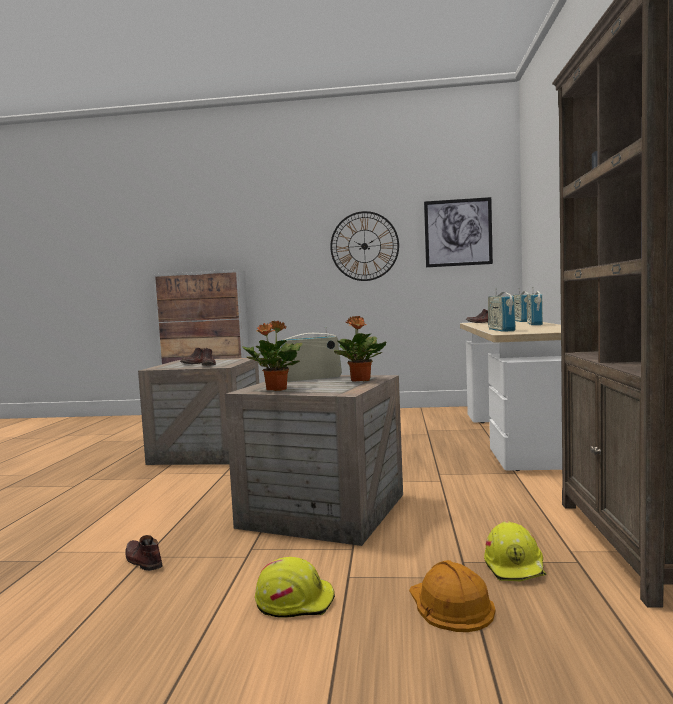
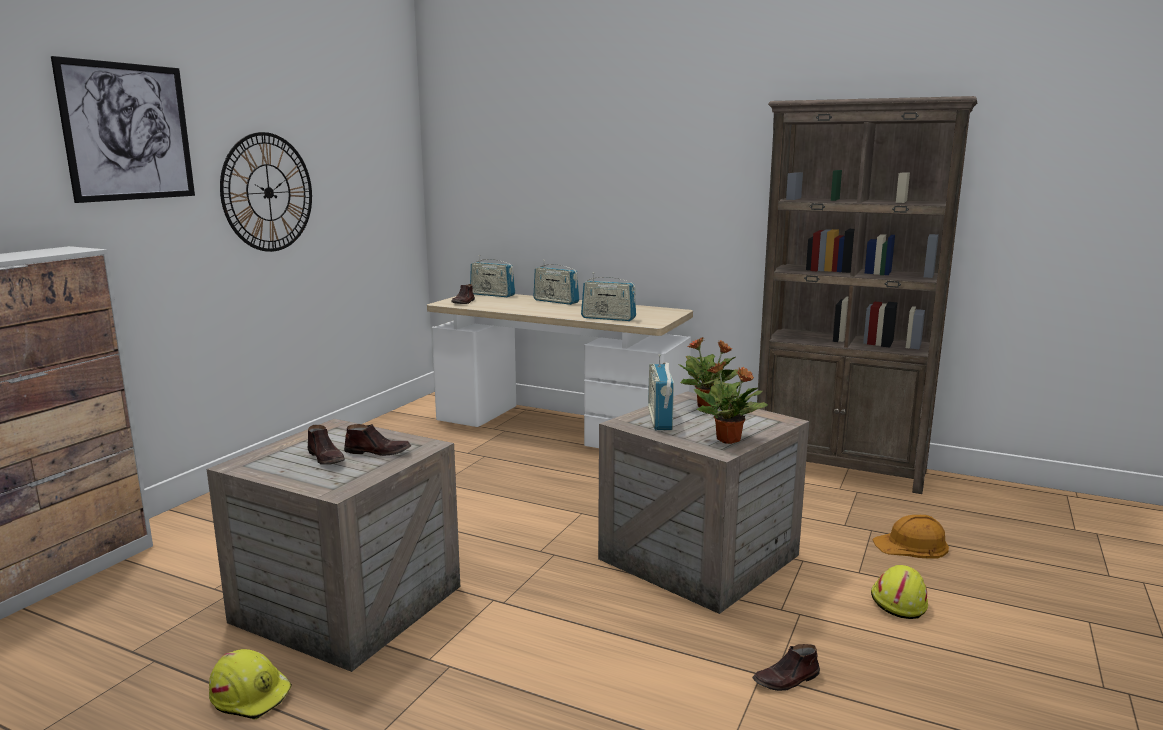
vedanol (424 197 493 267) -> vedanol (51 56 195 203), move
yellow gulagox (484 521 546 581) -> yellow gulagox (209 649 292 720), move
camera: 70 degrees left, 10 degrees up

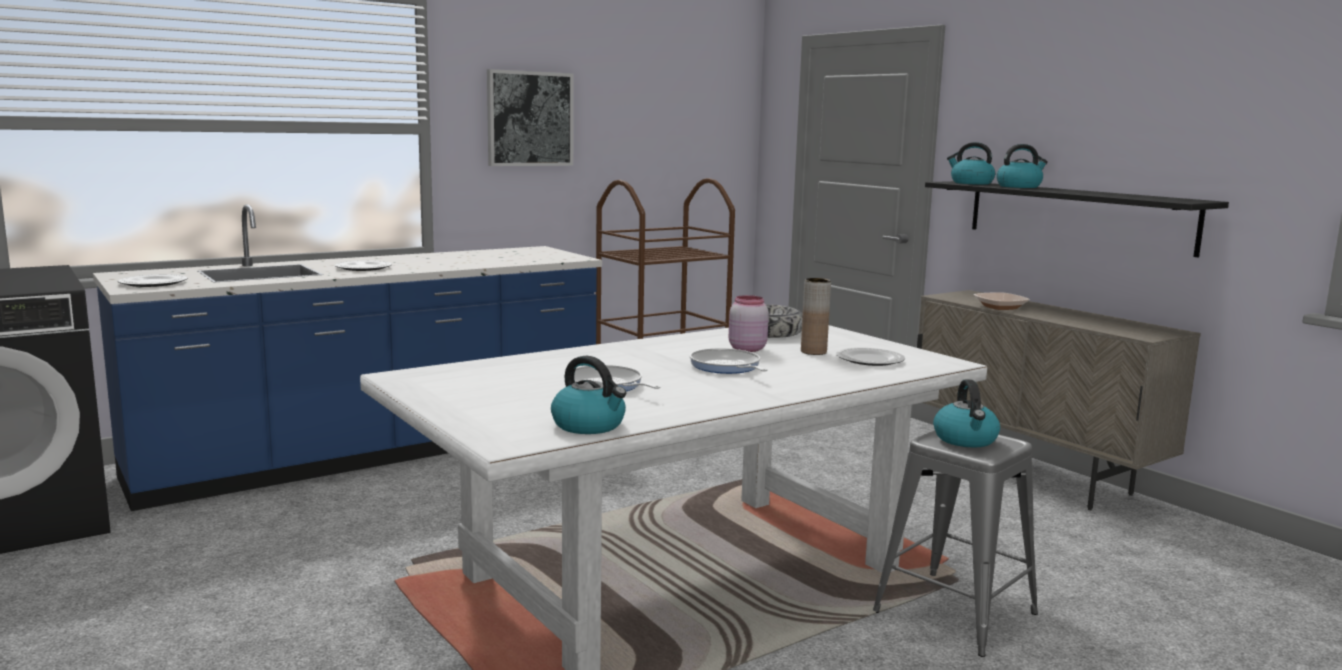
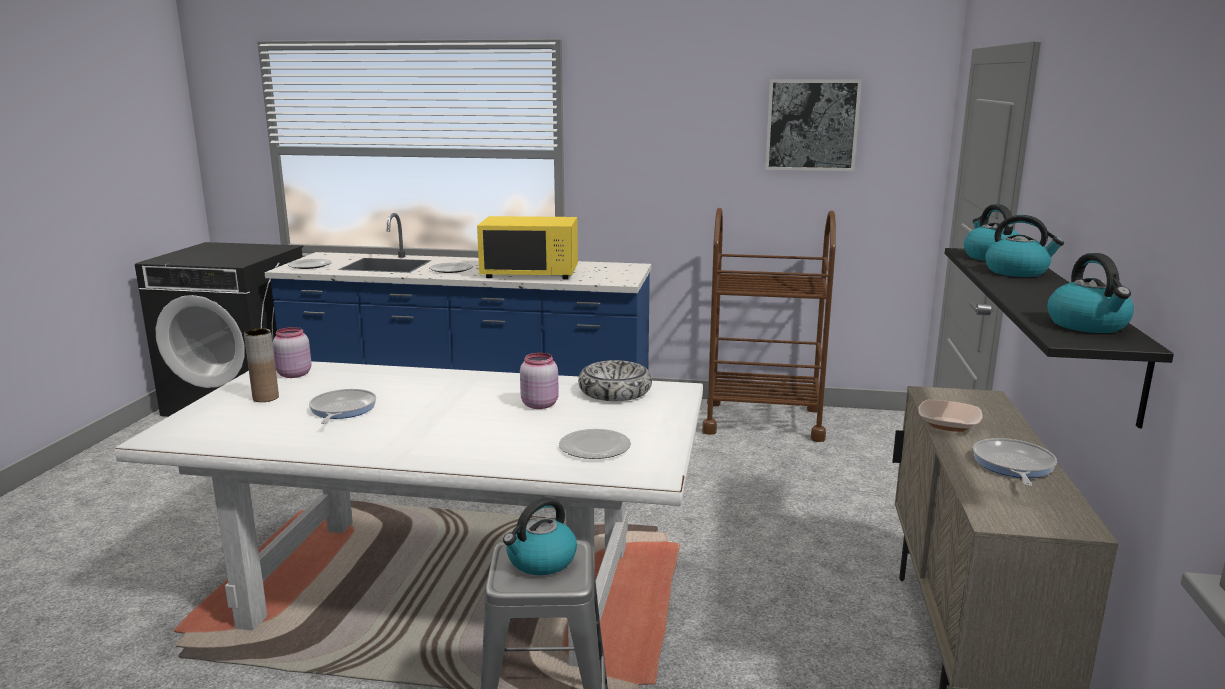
vedanol (487 69 574 166) -> vedanol (765 79 862 171), move
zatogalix (551 356 626 434) -> zatogalix (1047 253 1134 333), move
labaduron (690 348 768 374) -> labaduron (973 438 1057 486), move
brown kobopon (801 278 831 355) -> brown kobopon (244 328 279 402), move
none -> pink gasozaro (273 327 312 378)
none -> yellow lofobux (477 216 578 279)
camera: 45 degrees right, 5 degrees up

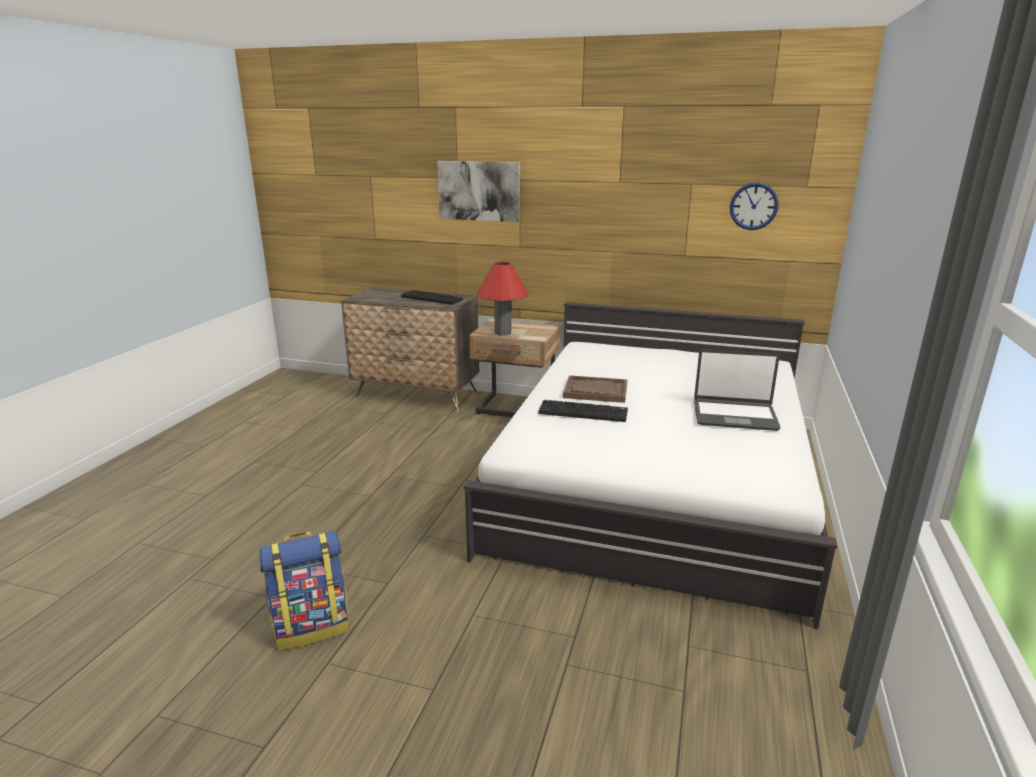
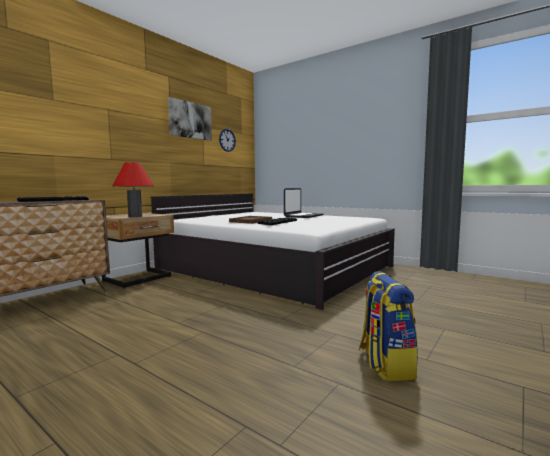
vedanol (437 161 520 222) -> vedanol (168 97 212 141), move
camera: 70 degrees left, 15 degrees down

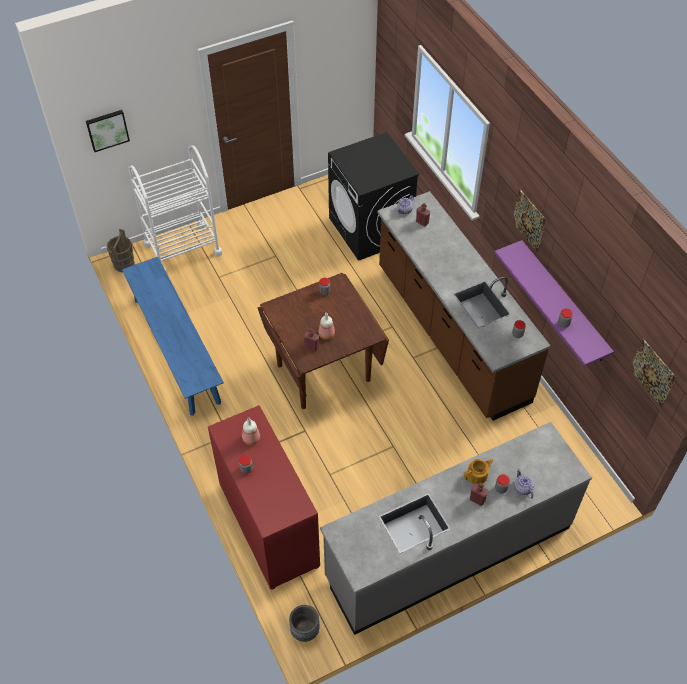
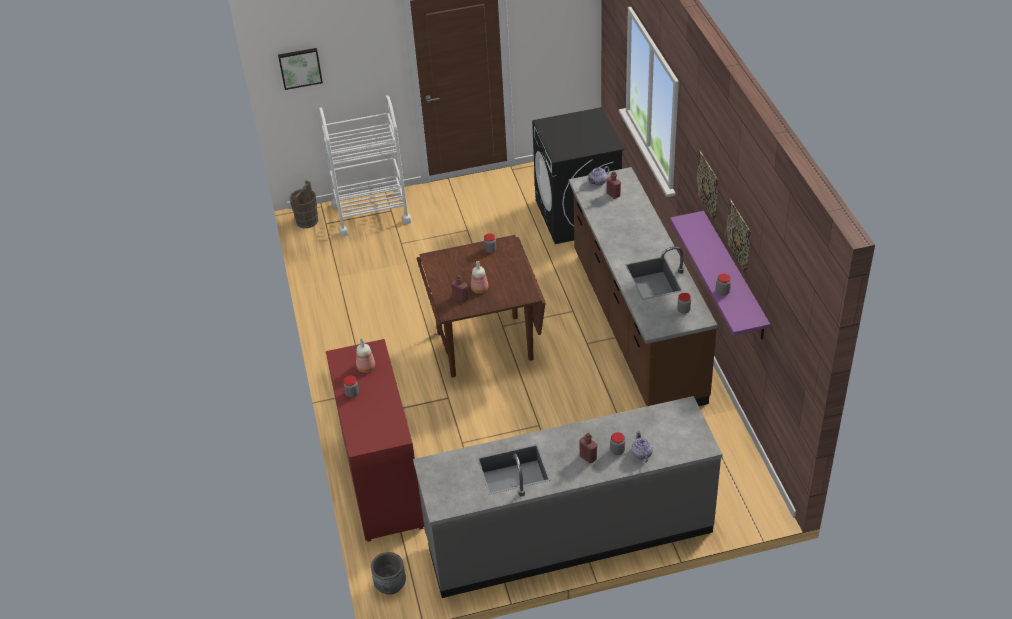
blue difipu (122 257 224 416) -> none
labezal (464 459 493 484) -> none
vedanol (630 339 676 407) -> vedanol (726 199 751 274), move
camera: 15 degrees right, 10 degrees down

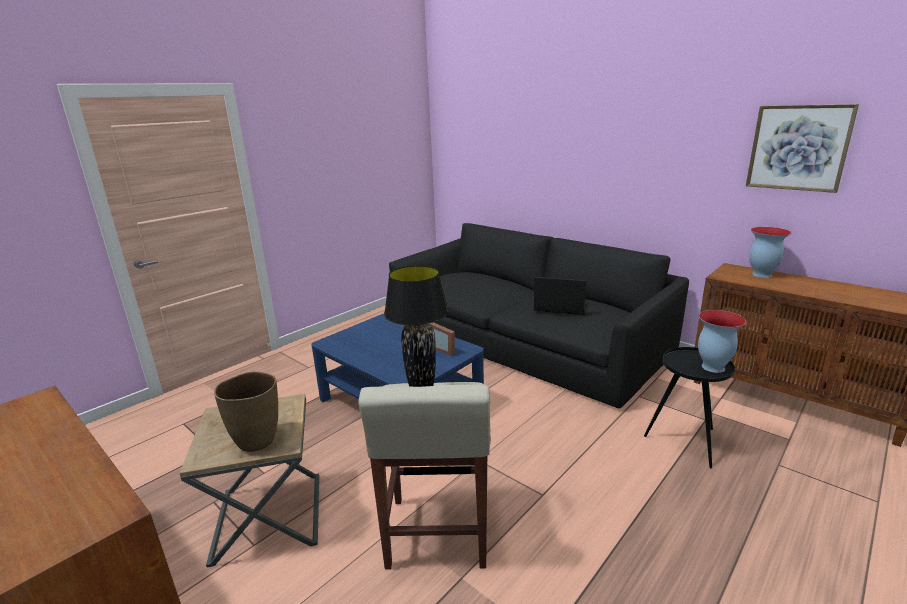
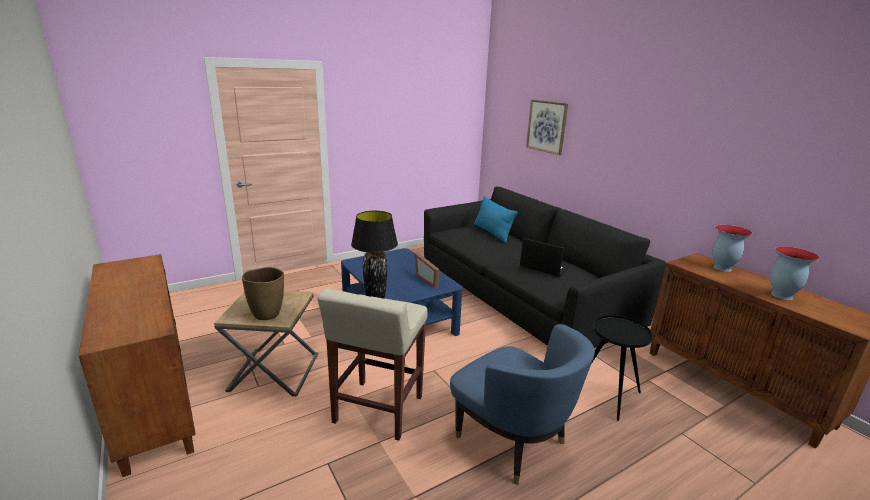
kobopon (698 310 746 373) -> kobopon (770 246 820 300), move
vedanol (746 104 859 193) -> vedanol (526 100 568 155), move
none -> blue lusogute (450 324 595 485)
none -> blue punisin (474 196 518 243)
camera: 15 degrees right, 0 degrees up

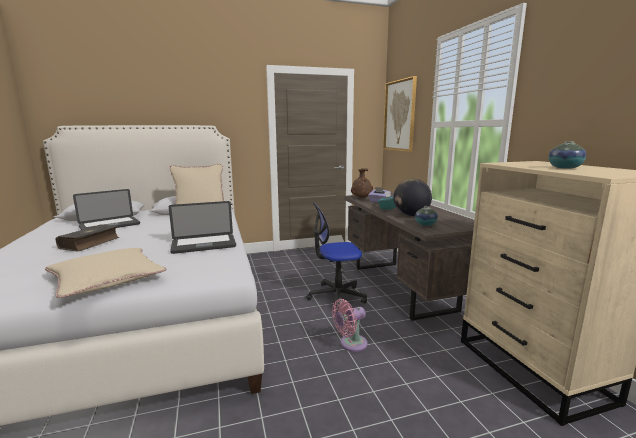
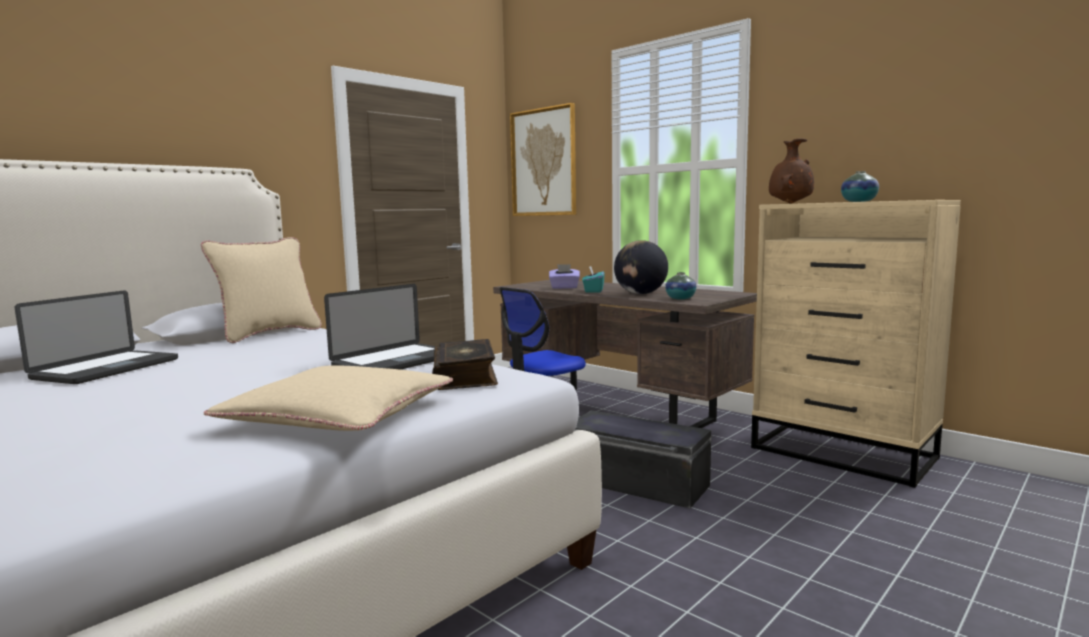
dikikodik (56 224 119 251) -> dikikodik (432 339 498 390), move
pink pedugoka (332 299 368 352) -> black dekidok (574 411 711 509)
brown kobopon (351 168 373 198) -> brown kobopon (769 138 814 204), move
camera: 30 degrees left, 5 degrees down

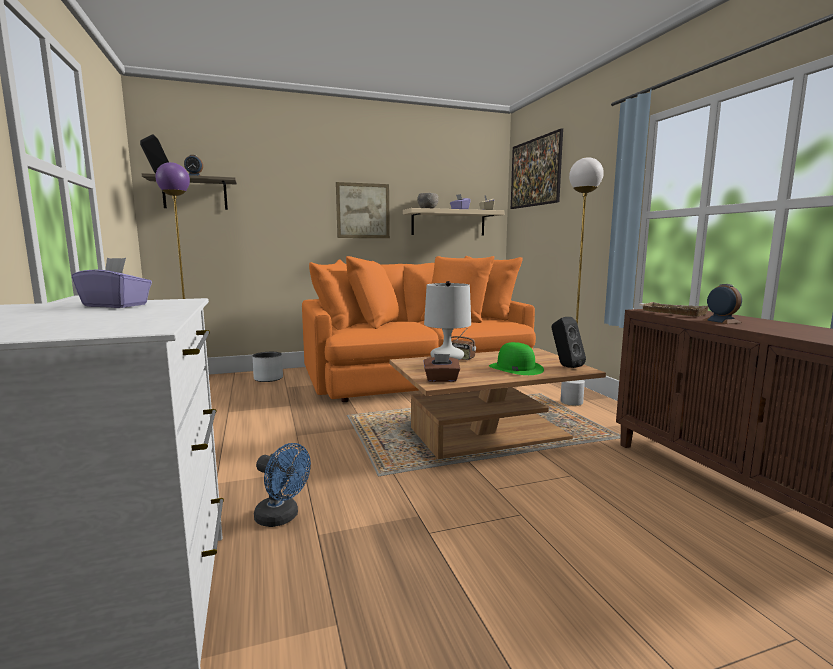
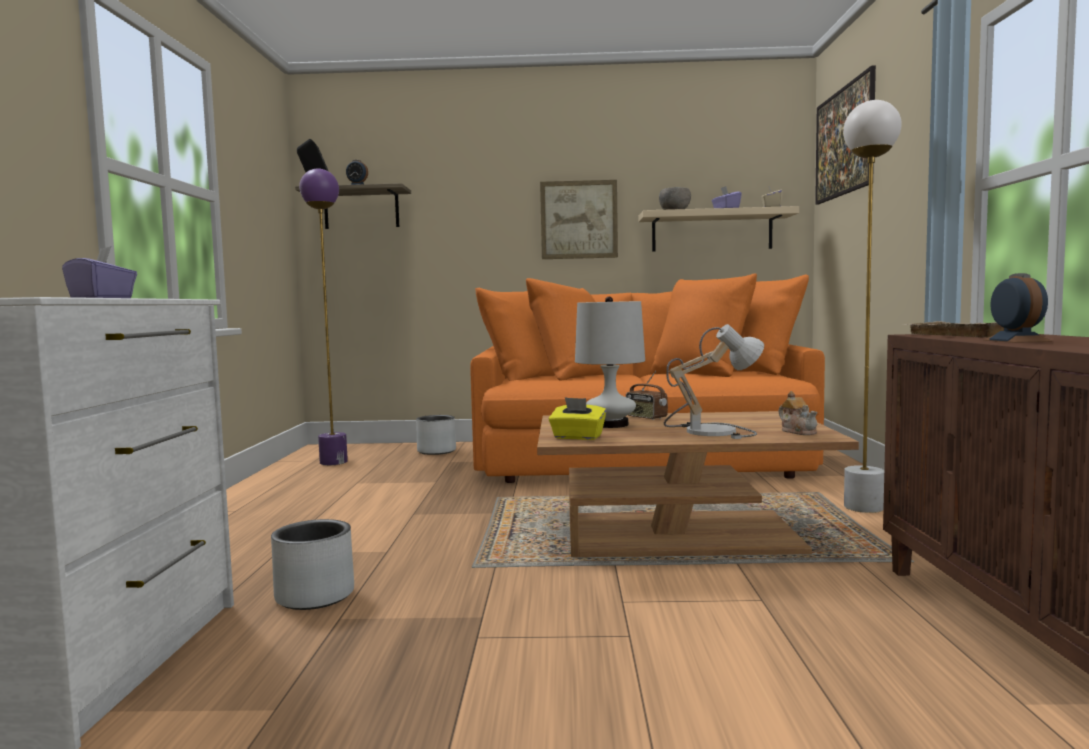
blue pedugoka (254 443 311 527) -> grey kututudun (271 519 354 610)
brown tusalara (424 354 460 382) -> yellow tusalara (549 397 606 440)
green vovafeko (489 342 544 375) -> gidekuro (664 324 764 439)
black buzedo (552 317 586 368) -> labezal (778 391 818 435)
camera: 20 degrees right, 5 degrees down

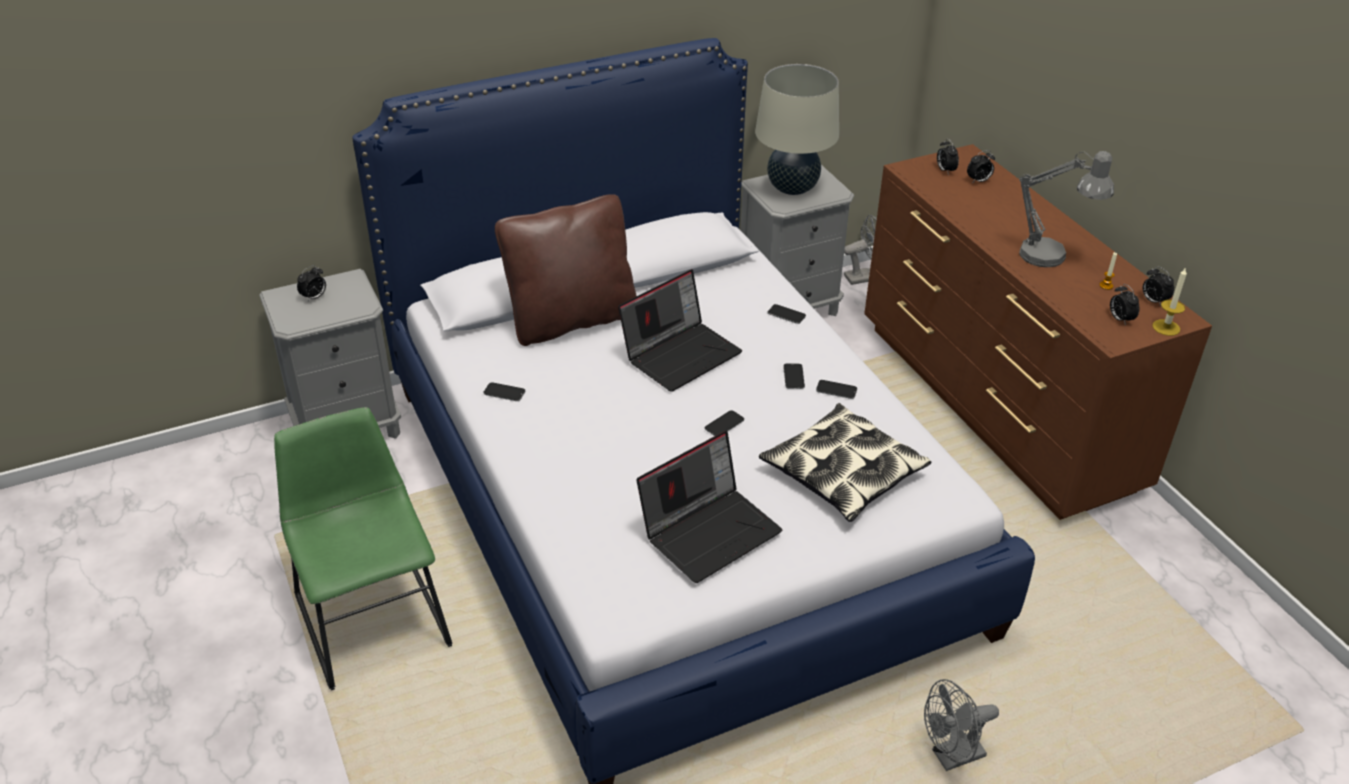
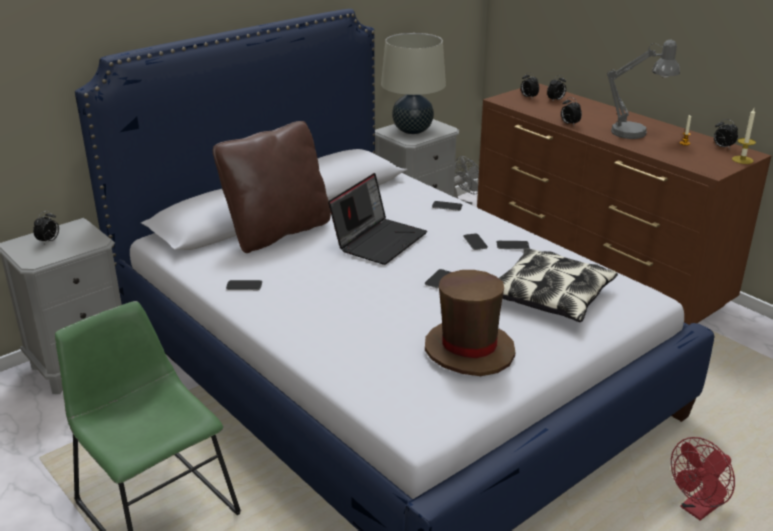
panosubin (636 431 782 583) -> brown vovafeko (425 270 515 376)
grey pedugoka (924 679 999 771) -> red pedugoka (671 437 735 520)
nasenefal (1110 284 1140 326) -> nasenefal (561 97 582 125), move
camera: 15 degrees left, 10 degrees down

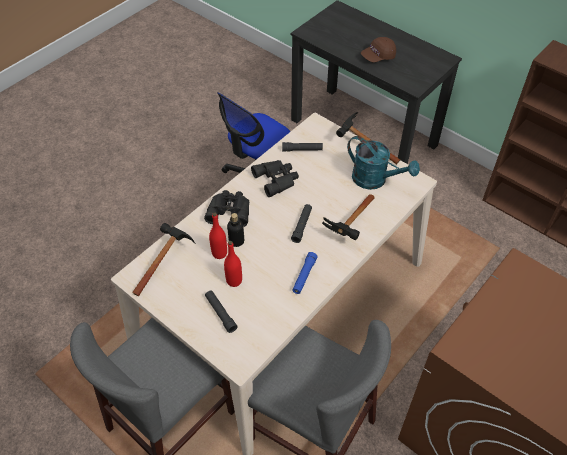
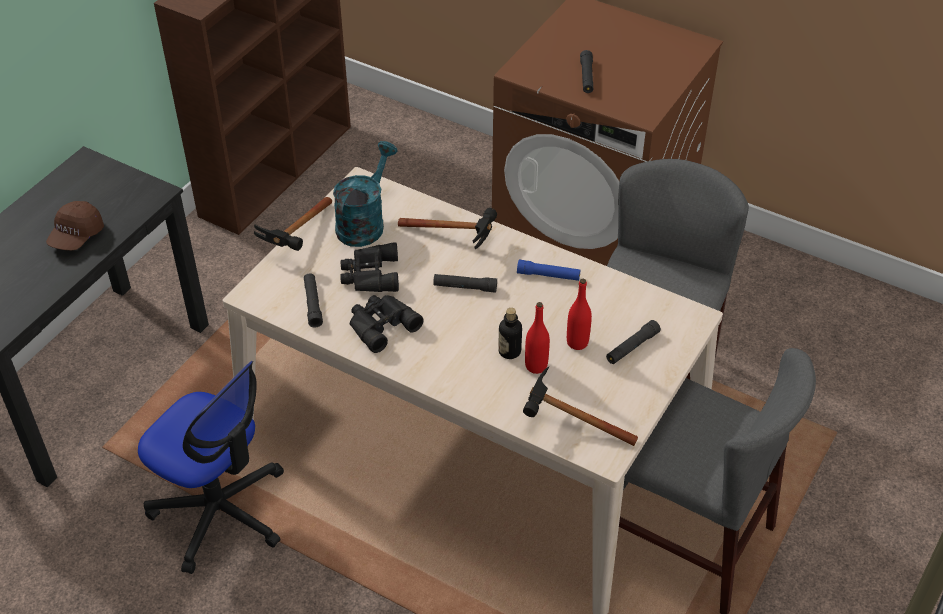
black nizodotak (204 190 249 227) -> black nizodotak (340 242 399 292), move
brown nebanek (361 37 396 62) -> brown nebanek (46 201 104 250), 60 degrees clockwise
none -> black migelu (580 50 593 93)
camera: 100 degrees left, 5 degrees down

